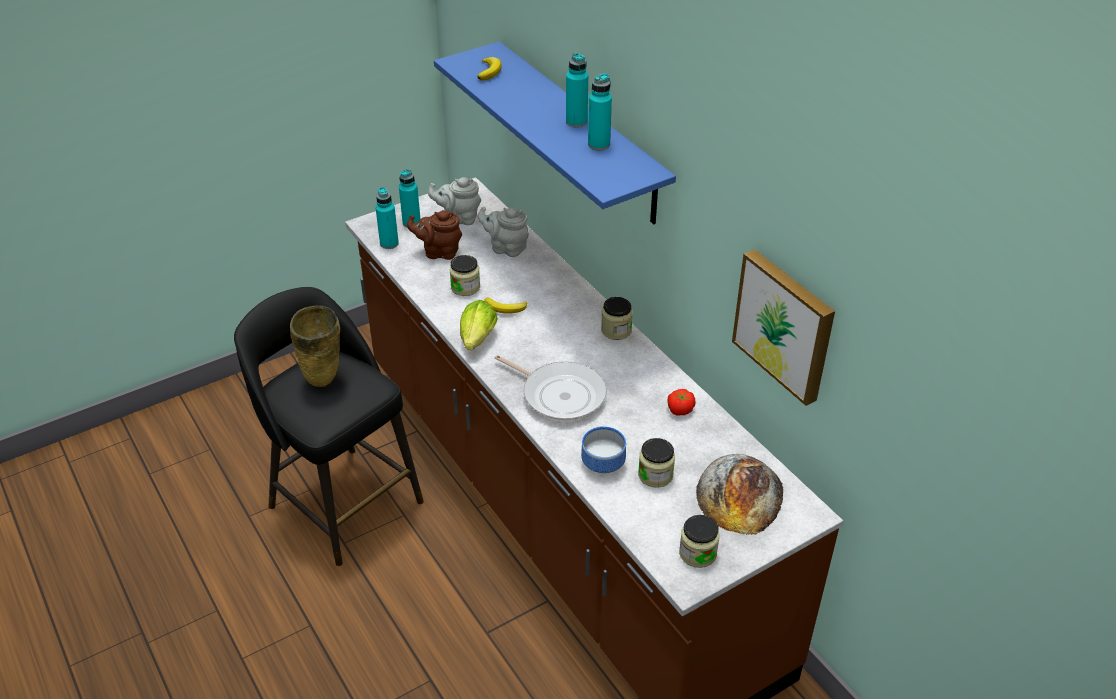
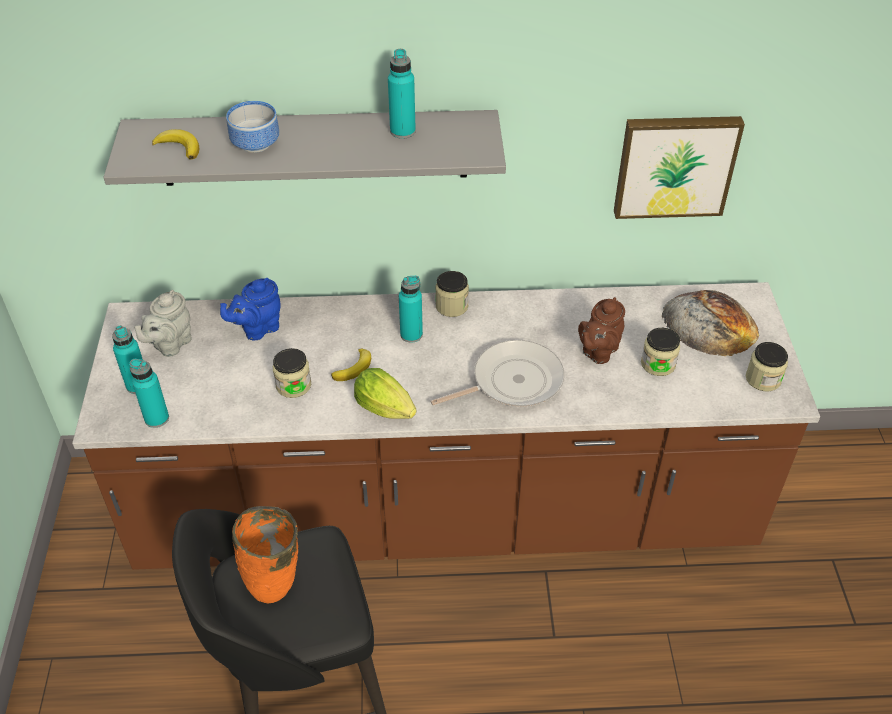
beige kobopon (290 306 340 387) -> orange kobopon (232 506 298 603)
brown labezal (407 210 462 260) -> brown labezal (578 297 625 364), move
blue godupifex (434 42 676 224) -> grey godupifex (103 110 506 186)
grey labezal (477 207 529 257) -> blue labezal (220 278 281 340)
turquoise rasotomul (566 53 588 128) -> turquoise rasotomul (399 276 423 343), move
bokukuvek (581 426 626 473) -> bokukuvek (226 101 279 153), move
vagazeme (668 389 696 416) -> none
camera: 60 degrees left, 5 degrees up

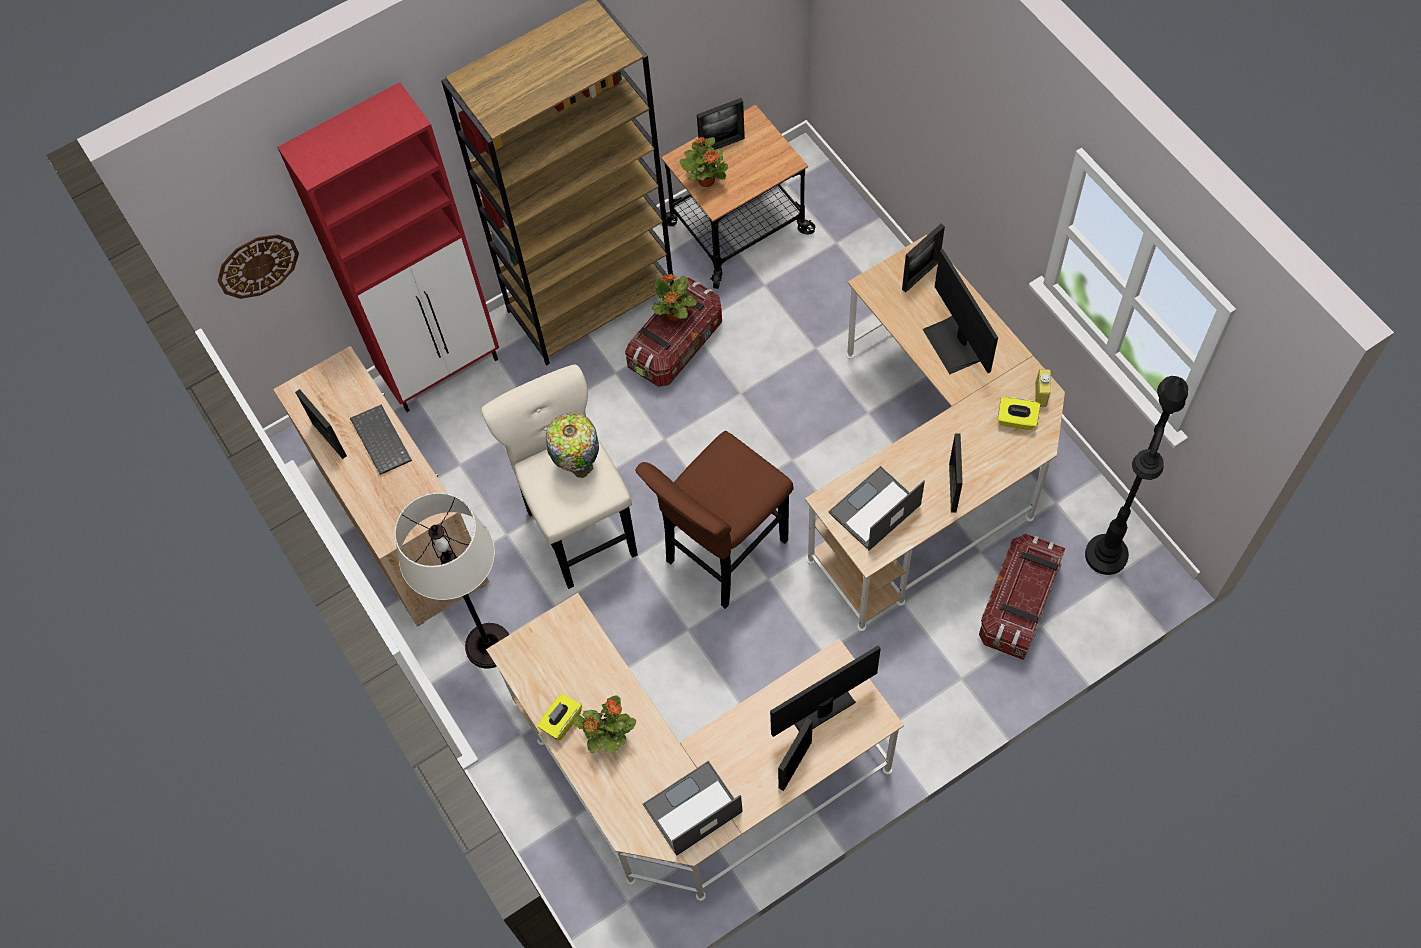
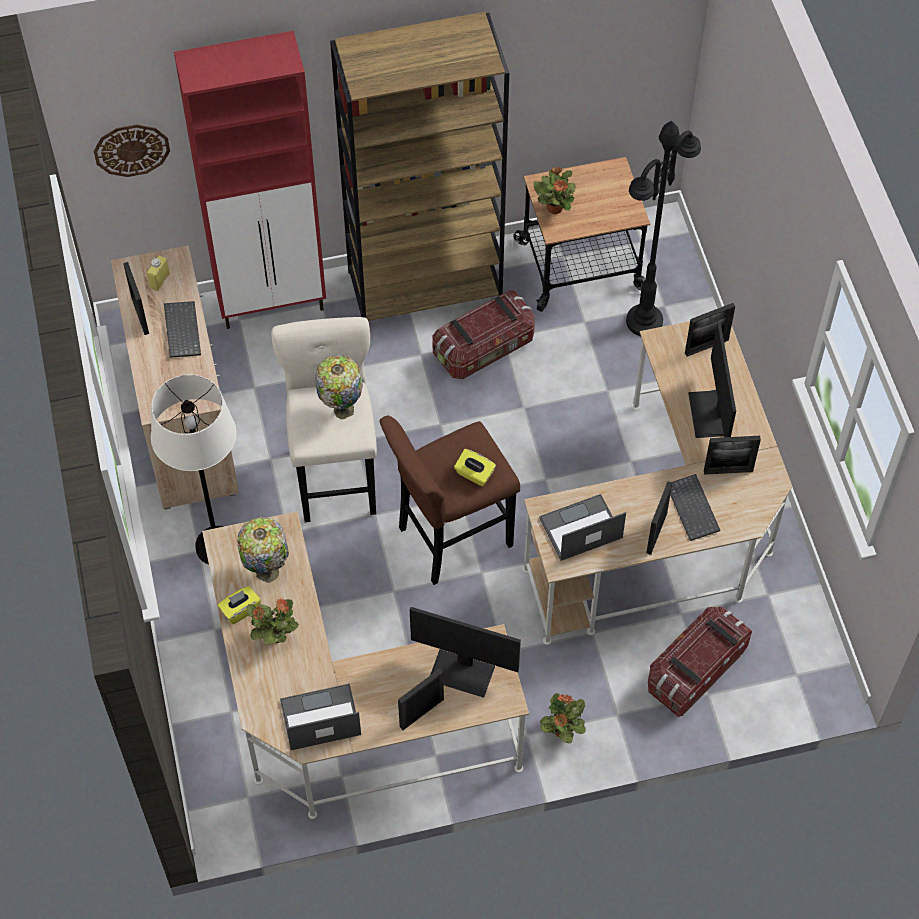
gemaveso (652 274 697 321) -> gemaveso (540 693 586 744), move
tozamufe (697 98 745 150) -> tozamufe (704 436 761 475), move
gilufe (770 645 881 737) -> gilufe (410 607 521 698), 150 degrees counterclockwise
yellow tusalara (998 397 1040 430) -> yellow tusalara (454 449 496 486), move
yellow rasotomul (1035 369 1051 407) -> yellow rasotomul (147 255 170 291), move
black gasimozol (1085 376 1188 575) -> black gasimozol (626 121 701 336), move
none -> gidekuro (237 517 289 583)
none -> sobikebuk (671 474 720 541)
camera: 15 degrees right, 5 degrees down

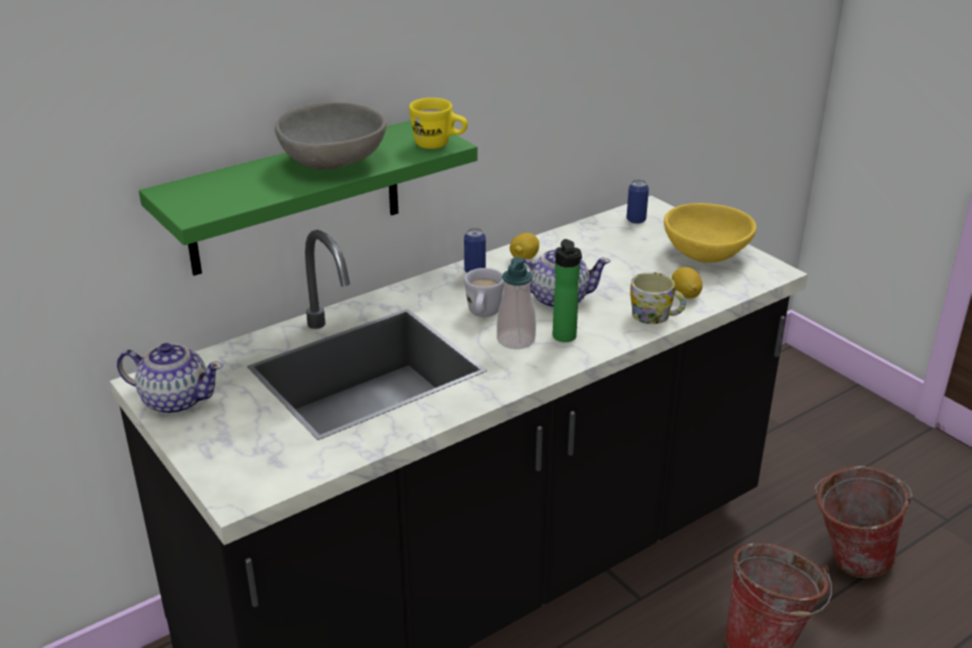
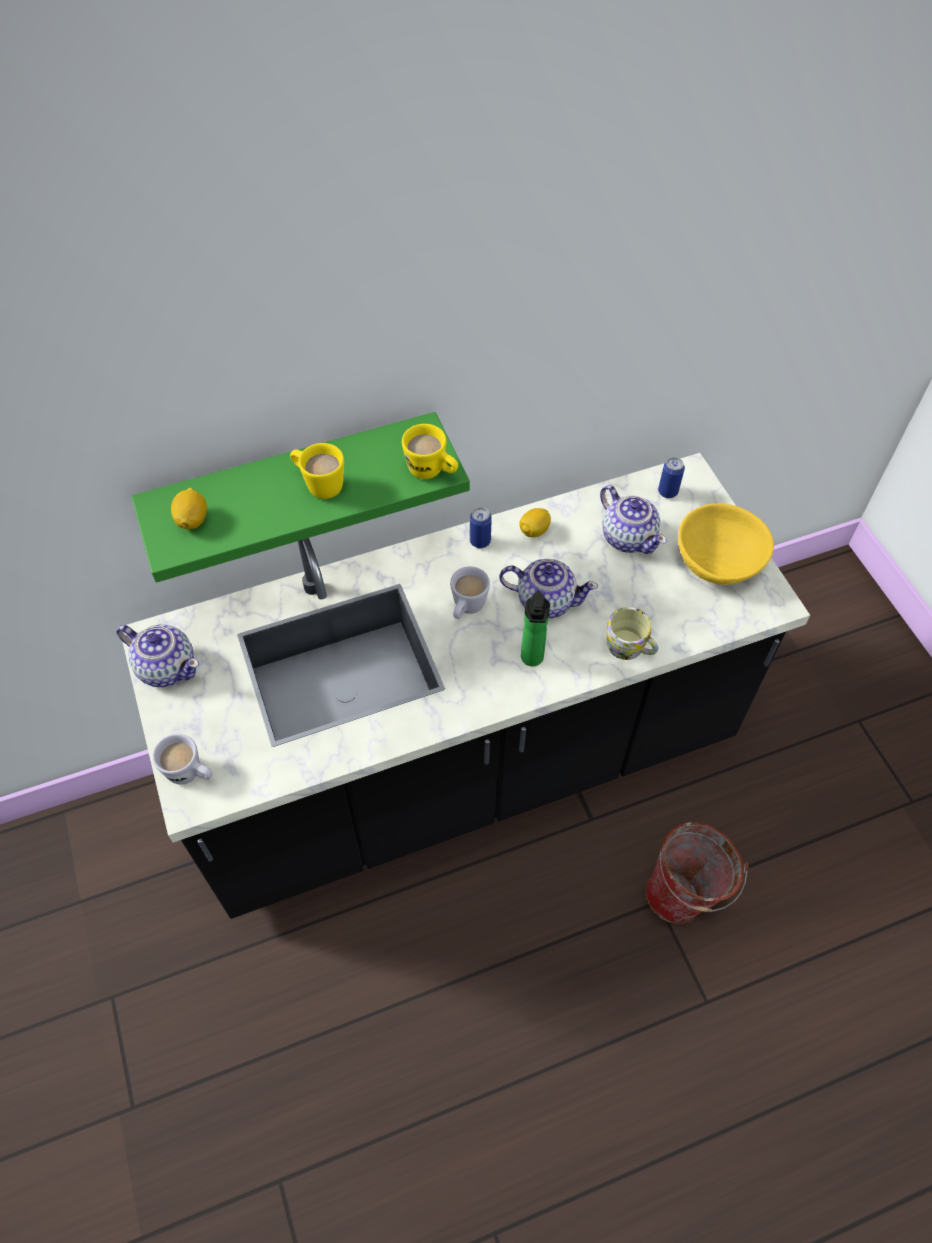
grey bokukuvek (275 102 387 170) -> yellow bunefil (290 443 344 499)
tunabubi (497 257 536 349) -> none
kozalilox (672 267 703 299) -> kozalilox (171 488 207 529), move
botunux (813 466 912 578) -> none
none -> white bunefil (153 734 212 785)
none -> labezal (600 485 666 554)
camera: 15 degrees right, 25 degrees up

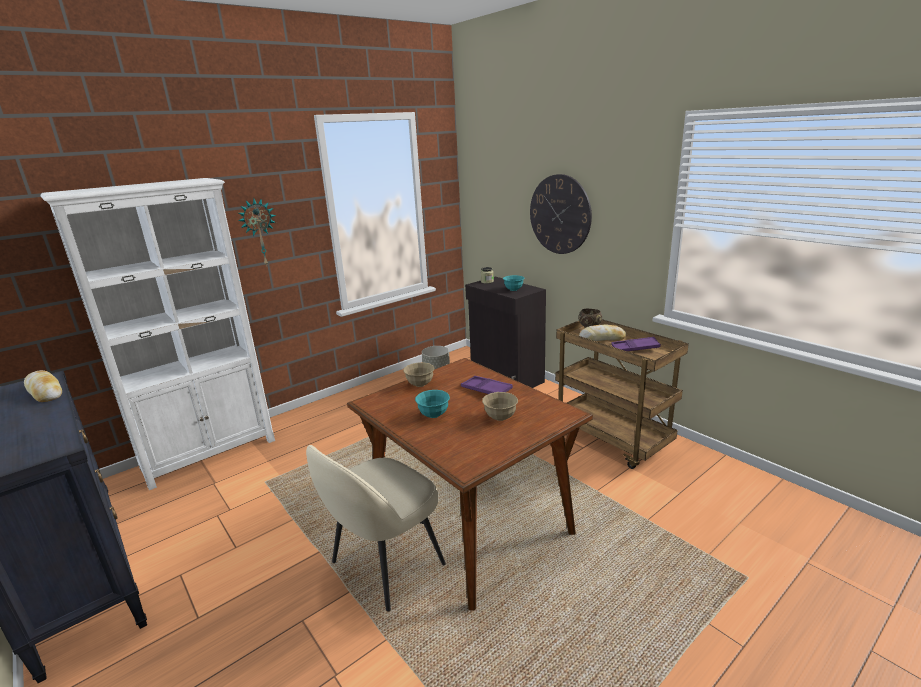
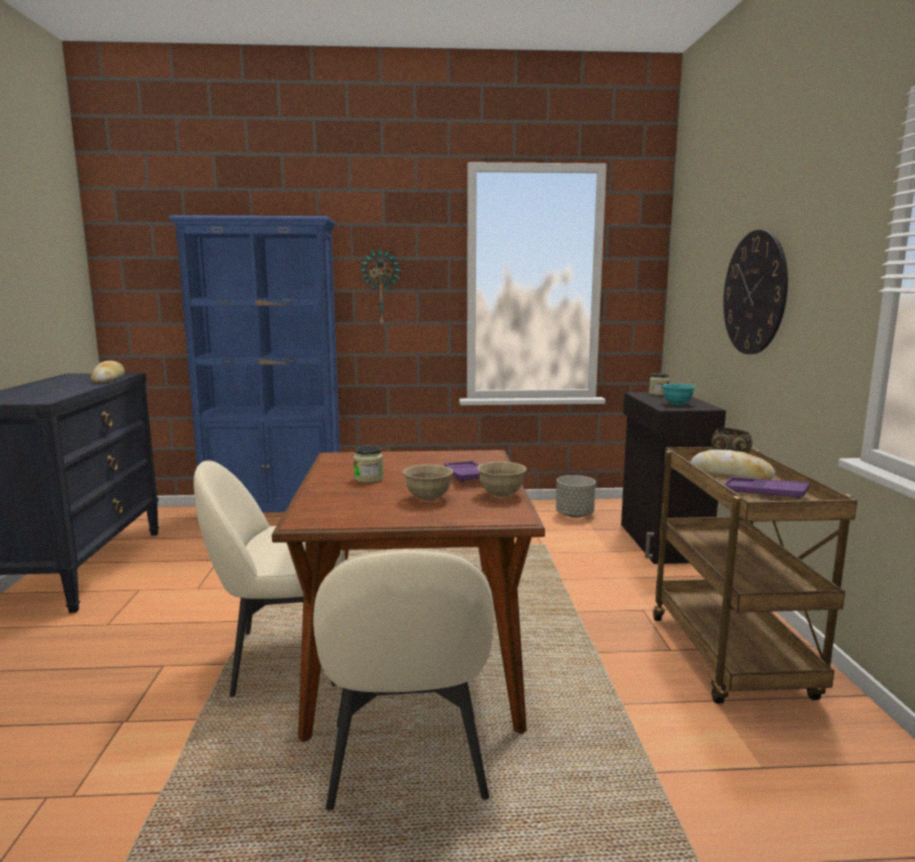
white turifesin (41 178 275 490) -> blue turifesin (169 215 340 513)
beige bokukuvek (403 362 434 387) -> beige bokukuvek (477 462 527 498), move
turquoise bokukuvek (415 390 450 418) -> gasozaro (353 446 384 483)
none -> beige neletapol (313 549 494 811)
camera: 35 degrees right, 10 degrees down

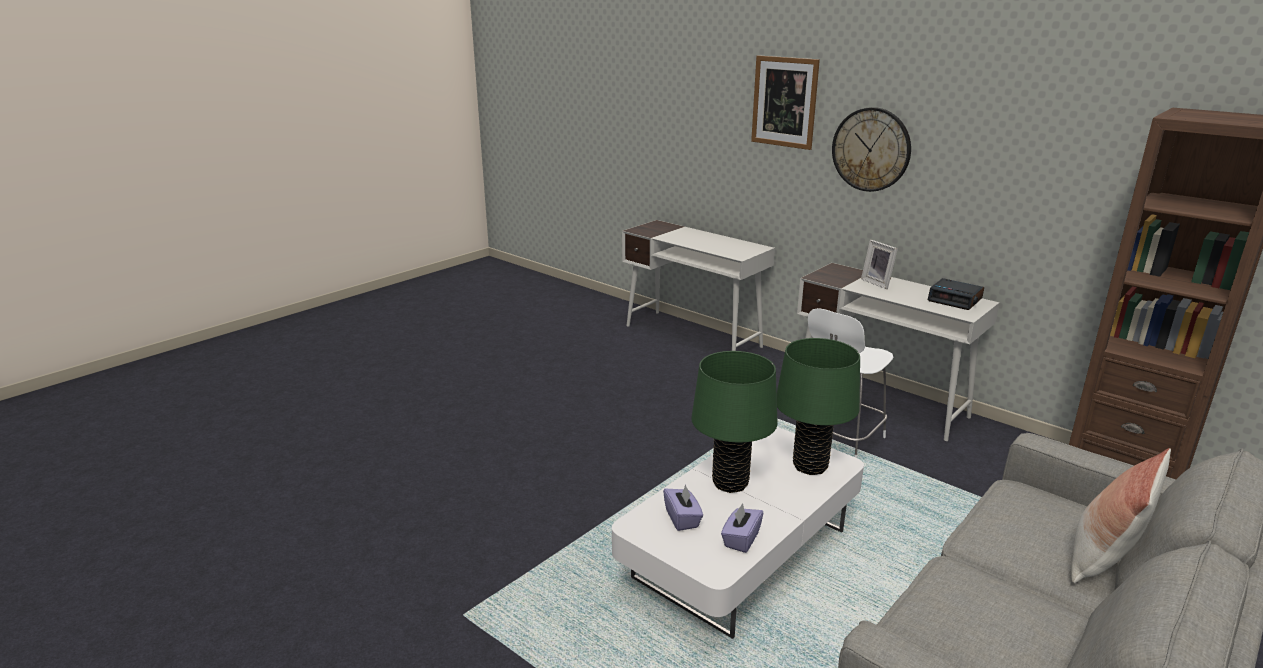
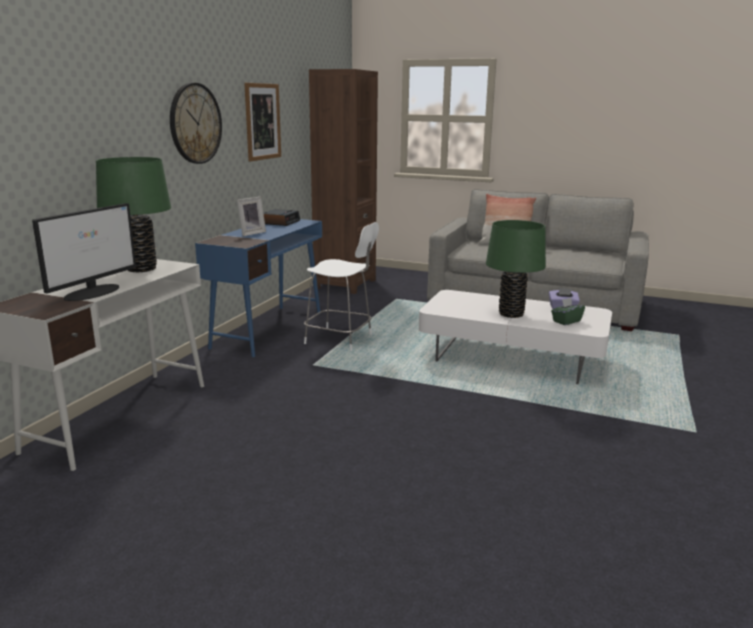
purple tusalara (663 484 703 531) -> green tusalara (551 298 585 325)
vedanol (751 55 820 150) -> vedanol (244 83 281 161), move
green gidekuro (777 338 860 475) -> green gidekuro (96 157 171 272), move
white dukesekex (797 263 1000 441) -> blue dukesekex (195 219 322 357)
none -> gilufe (32 203 136 301)
camera: 110 degrees left, 5 degrees down

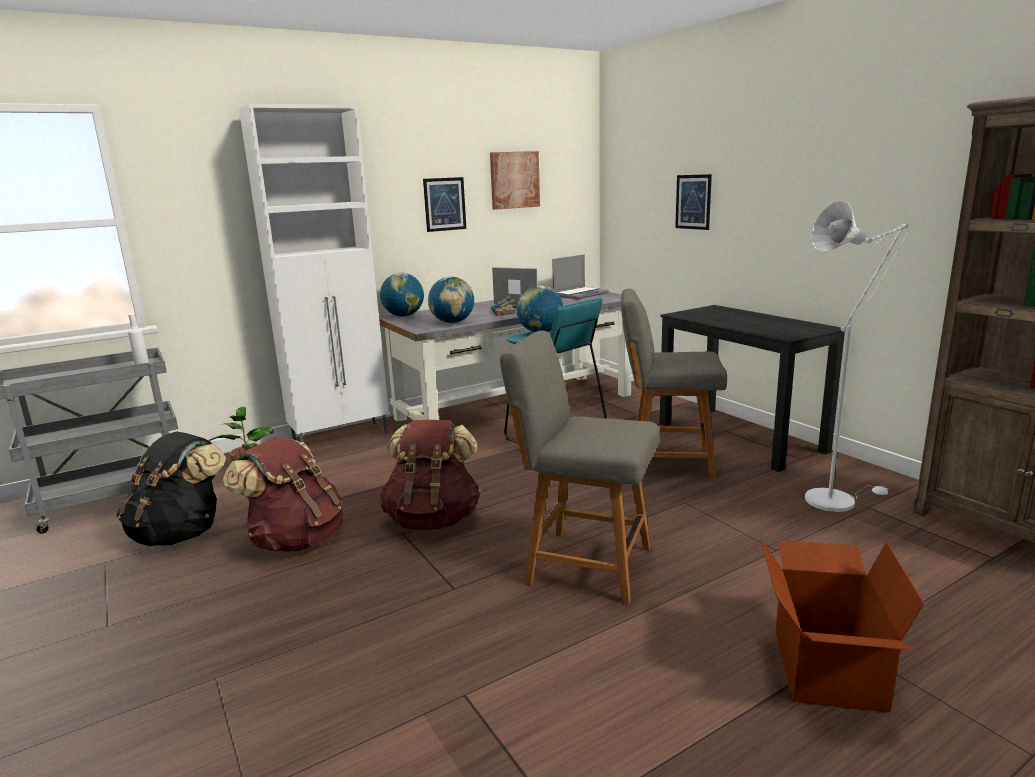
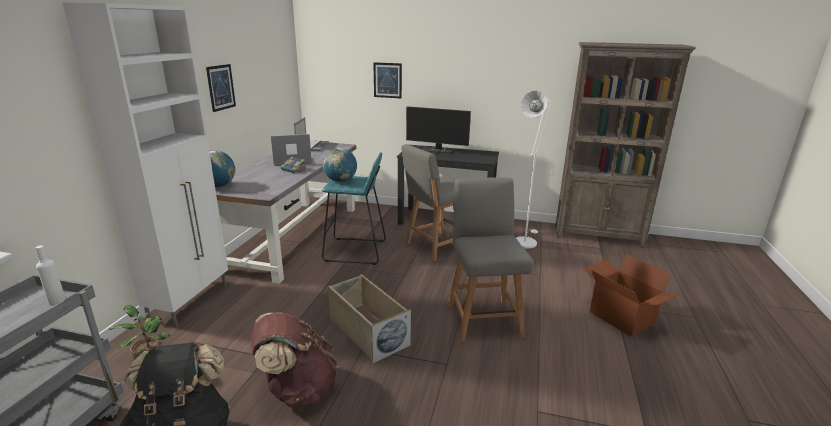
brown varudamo (379 420 481 530) -> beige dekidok (328 274 411 363)
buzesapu (428 277 474 323) -> none
vedanol (490 151 540 210) -> none
grey neletapol (500 331 660 605) -> grey neletapol (448 177 534 342), 105 degrees clockwise
none -> gilufe (406 106 471 154)
camera: 45 degrees left, 5 degrees up

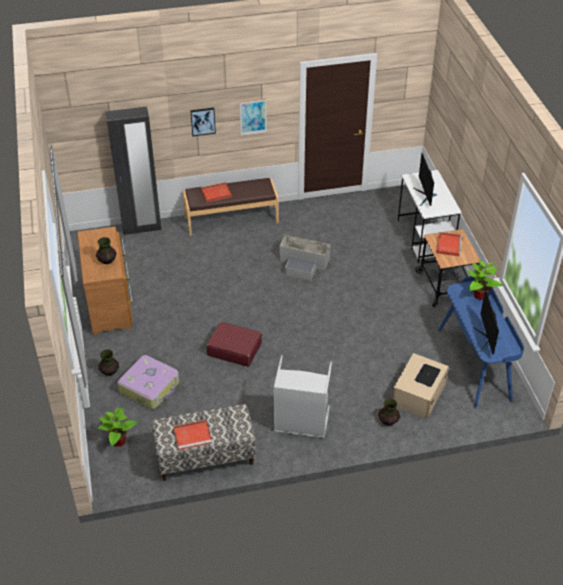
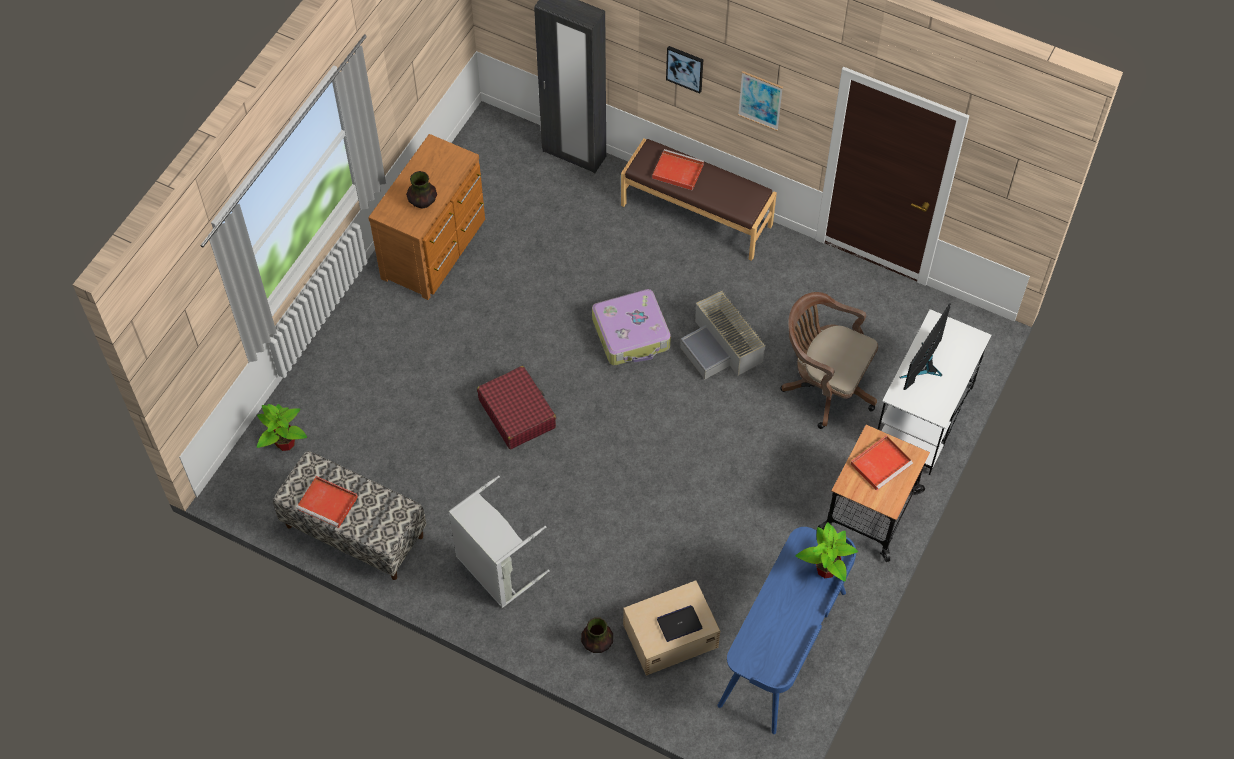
kobopon (98 350 119 376) -> none
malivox (118 355 179 409) -> malivox (592 289 671 365), move
gilufe (474 290 501 355) -> none
none -> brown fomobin (780 292 878 429)
camera: 40 degrees right, 15 degrees up

